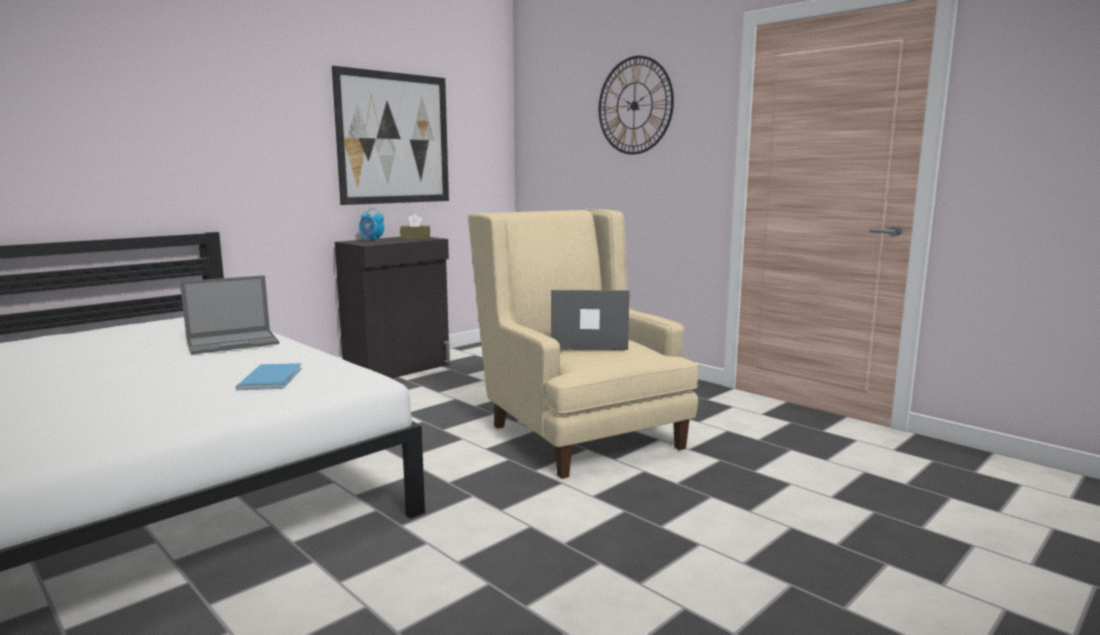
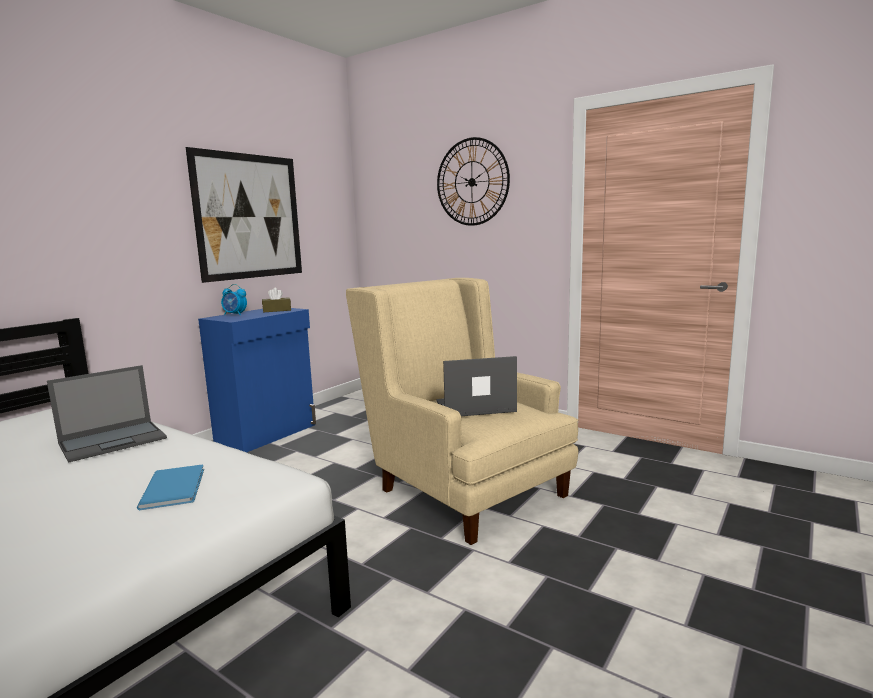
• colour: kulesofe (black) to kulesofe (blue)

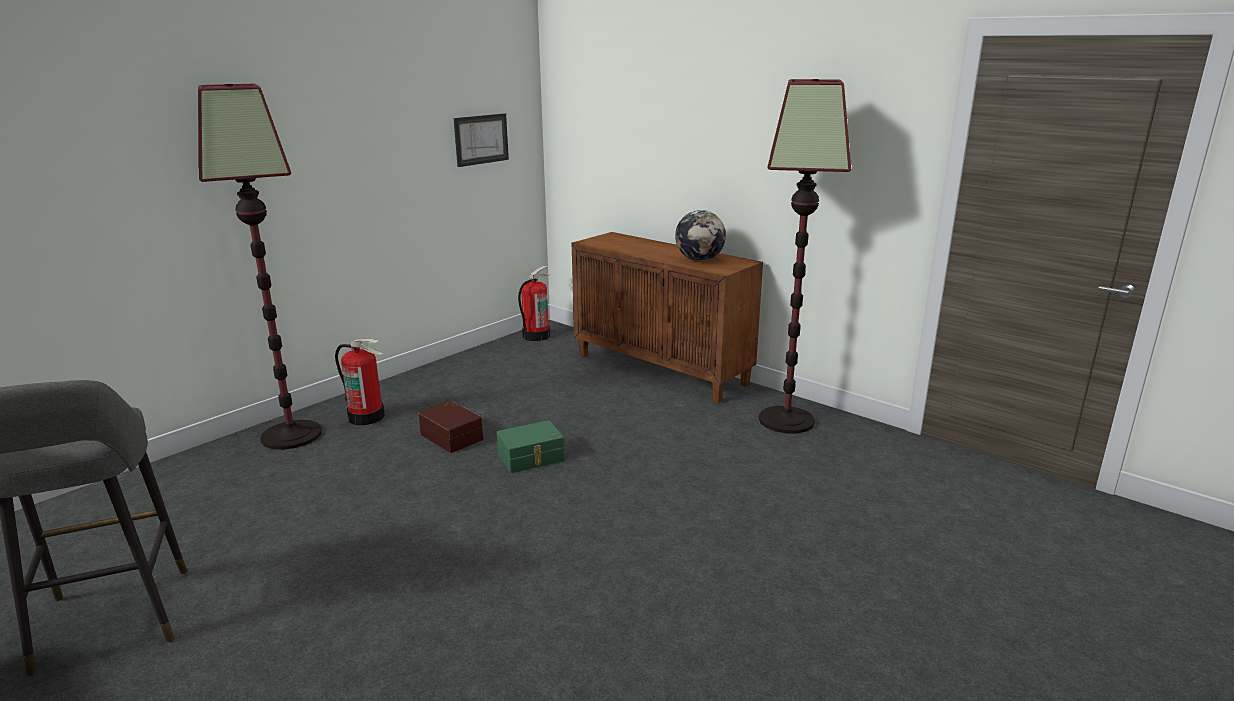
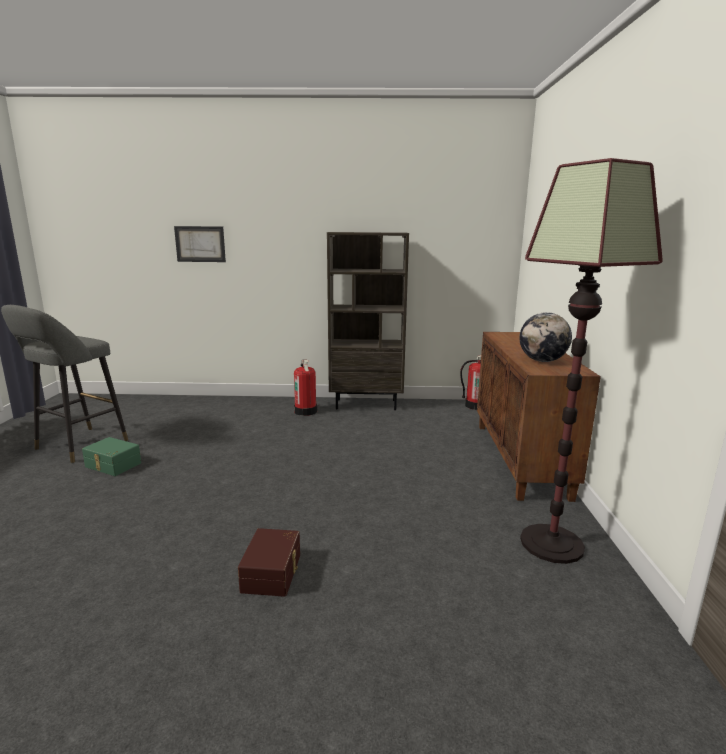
• missing: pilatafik (no. 1 from left)
• relocated: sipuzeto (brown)
• relocated: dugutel
• relocated: sipuzeto (green)
• appeared: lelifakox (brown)

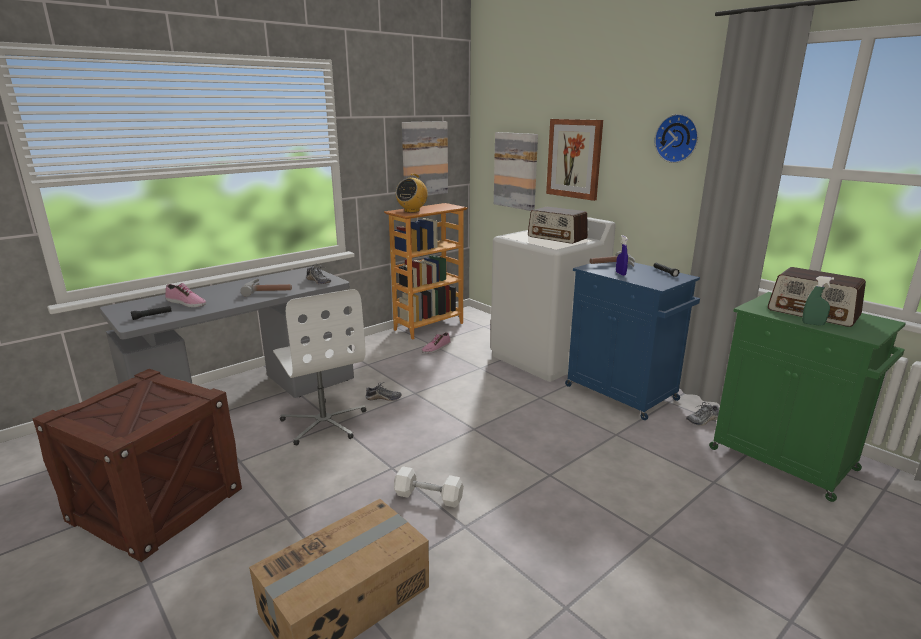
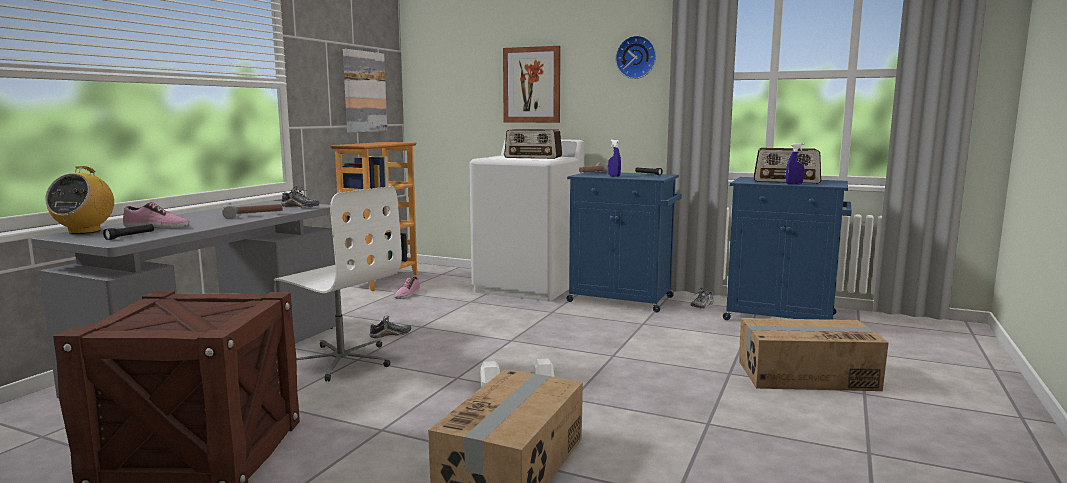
• relocated: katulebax (no. 1 from left)
• missing: dugutel (no. 2 from left)
• colour: kulesofe (green) to kulesofe (blue) (no. 2 from left)
• colour: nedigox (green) to nedigox (blue) (no. 2 from left)
• appeared: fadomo (no. 2 from left)

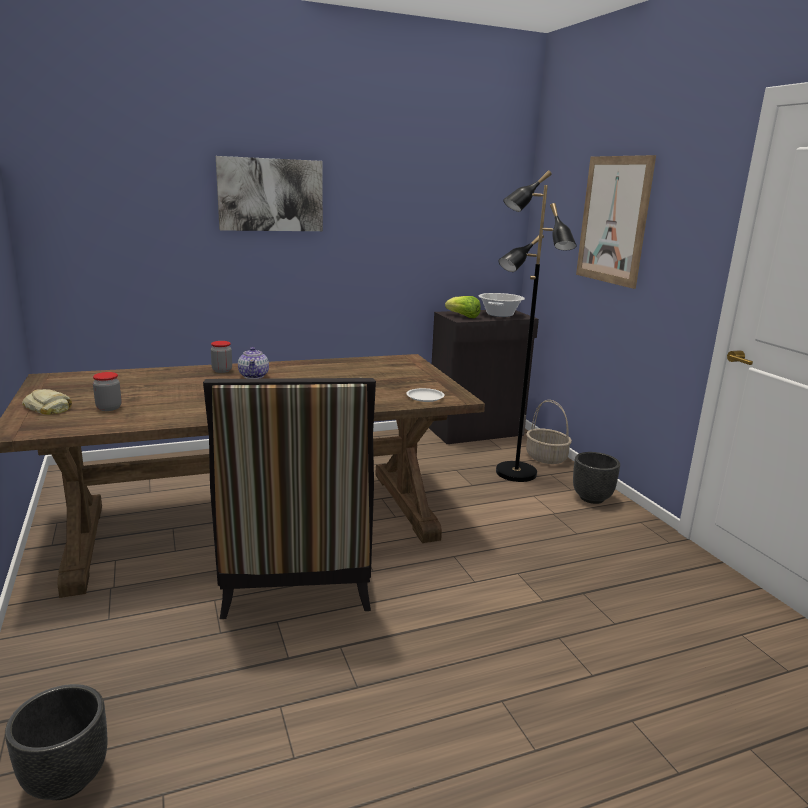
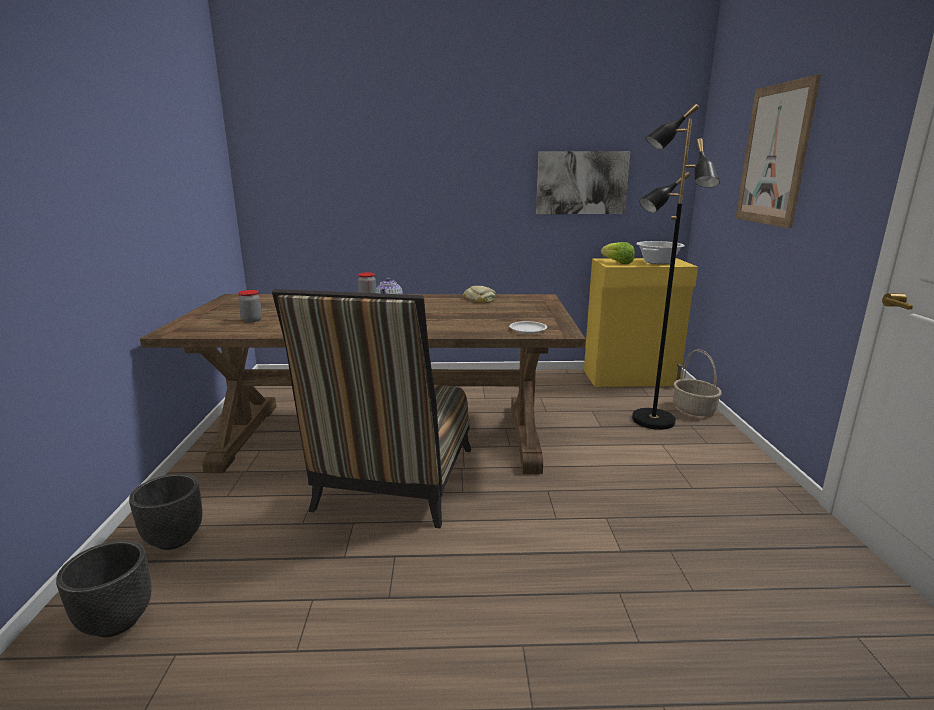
• relocated: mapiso
• relocated: dugutel (no. 1 from left)
• colour: kulesofe (black) to kulesofe (yellow)
• relocated: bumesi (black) (no. 2 from left)

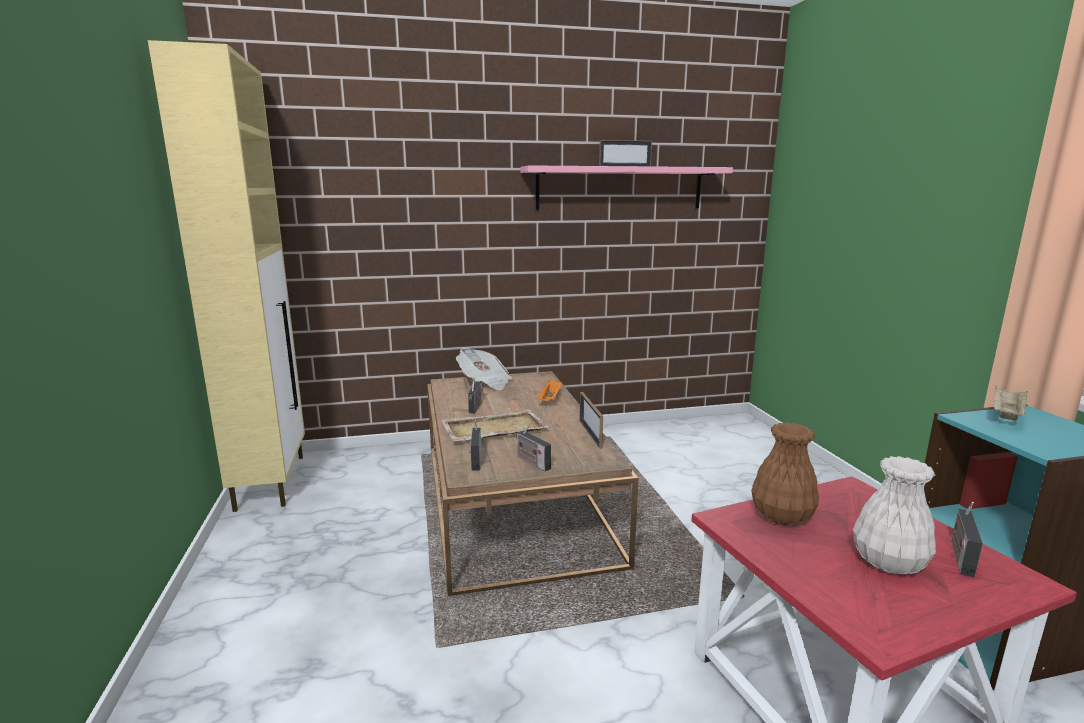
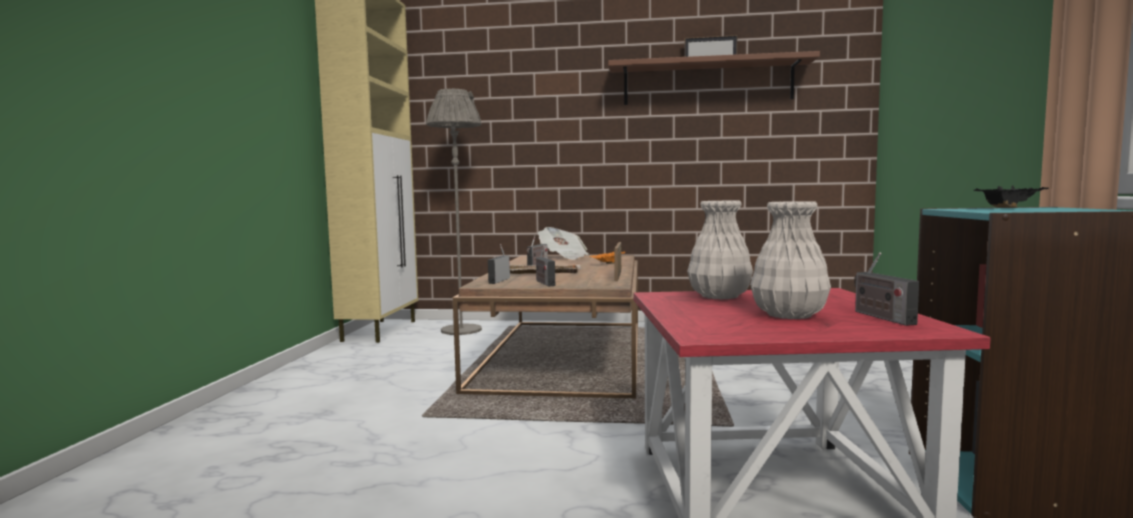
• colour: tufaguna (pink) to tufaguna (brown)
• colour: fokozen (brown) to fokozen (white) (no. 1 from left)
• spun: katulebax (no. 4 from left) 60 degrees counterclockwise
• colour: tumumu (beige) (no. 2 from left) to tumumu (black)
• appeared: pilatafik (grey)

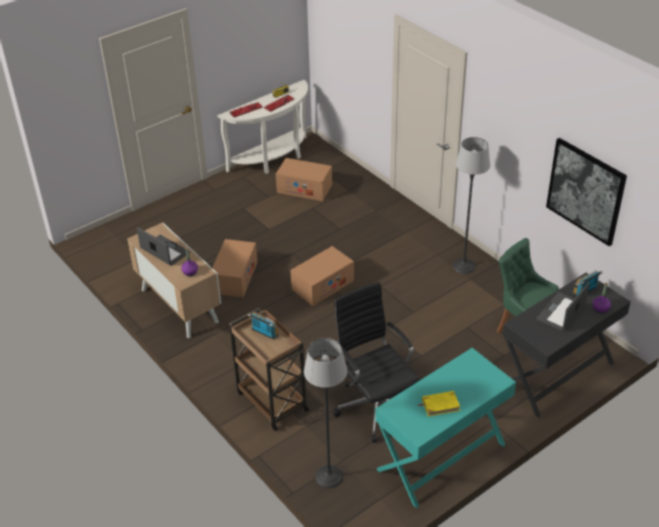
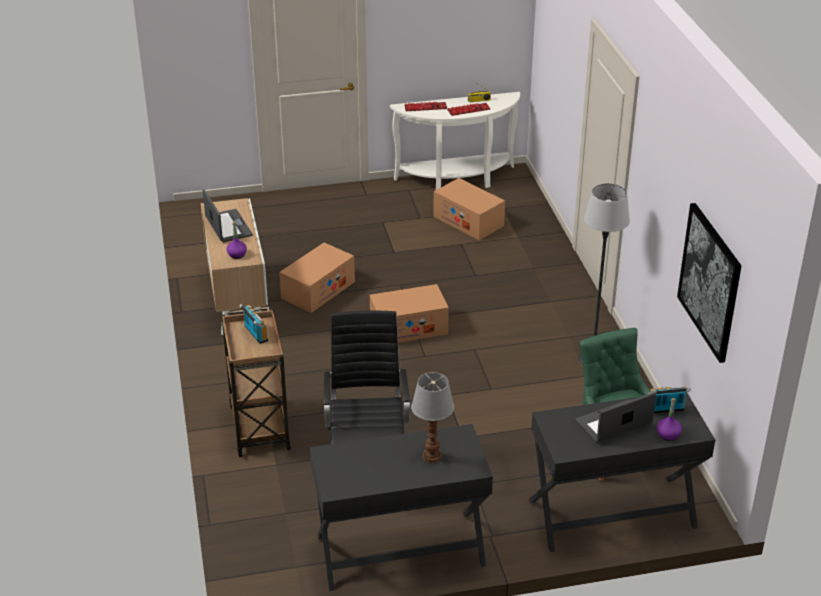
• missing: pilatafik (no. 1 from left)
• colour: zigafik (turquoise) to zigafik (black) (no. 1 from left)
• missing: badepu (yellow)
• appeared: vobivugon

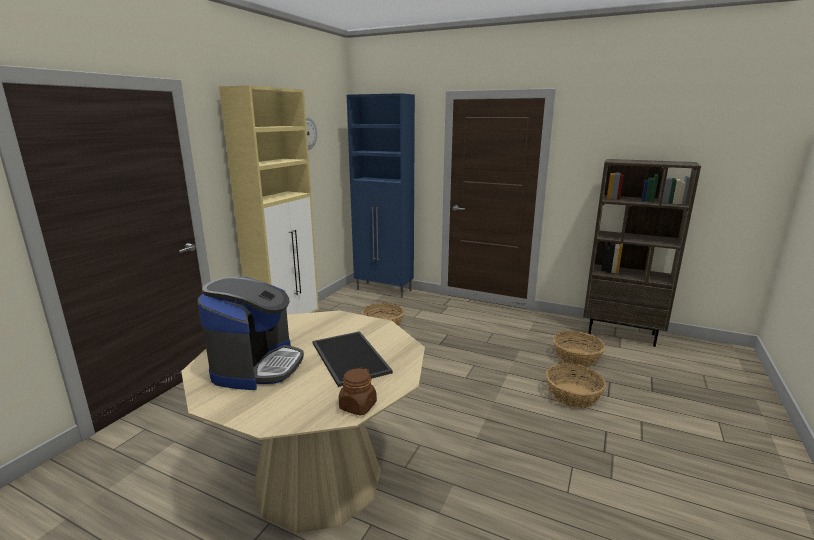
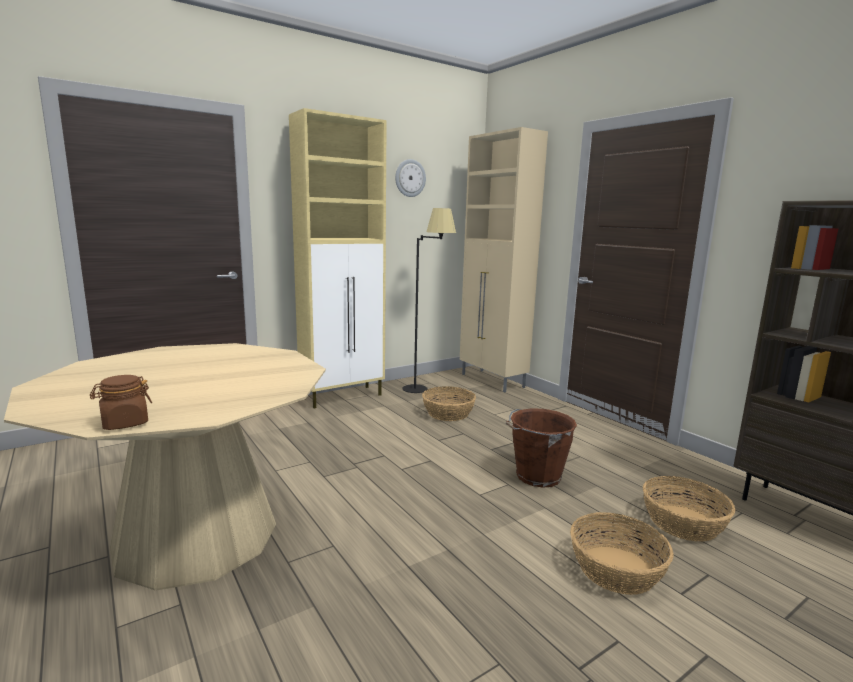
• missing: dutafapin
• missing: tumumu
• colour: kulesofe (blue) to kulesofe (beige) (no. 2 from left)
• appeared: pilatafik (black)
• appeared: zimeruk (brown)

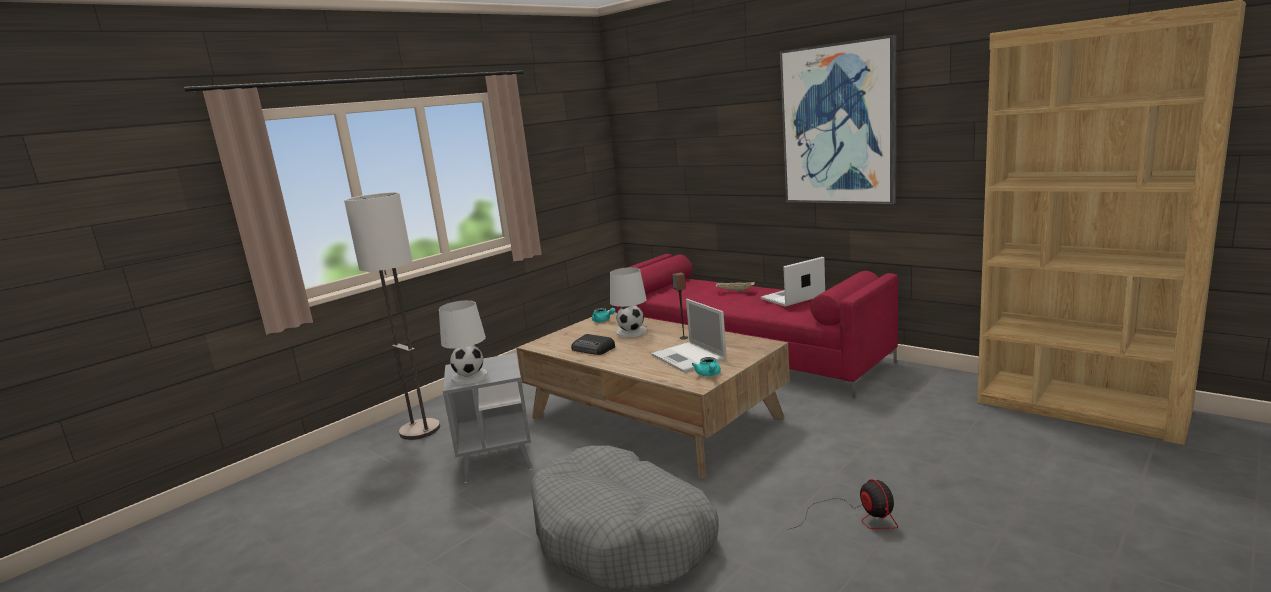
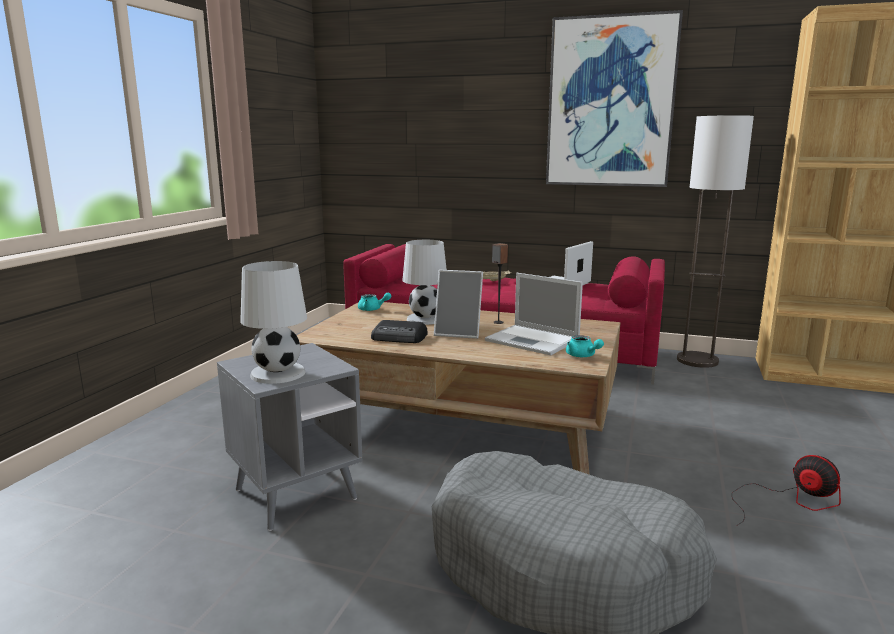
• relocated: pilatafik
• appeared: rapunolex

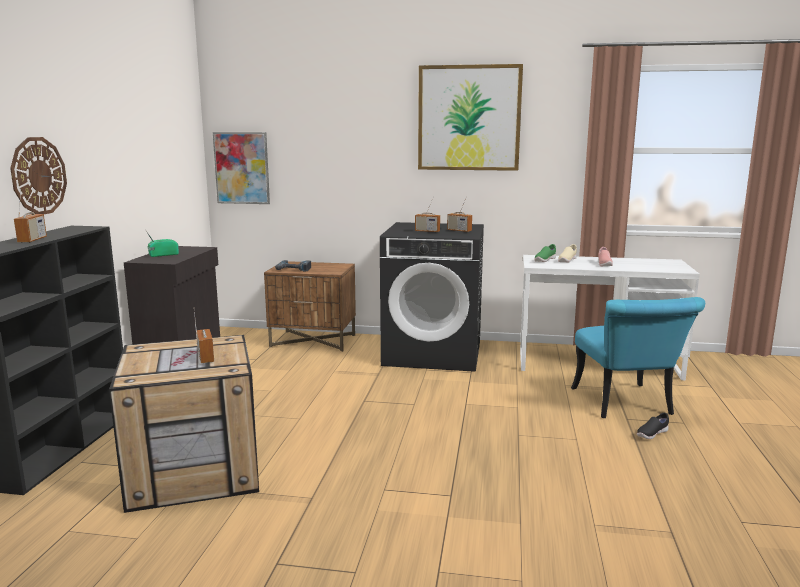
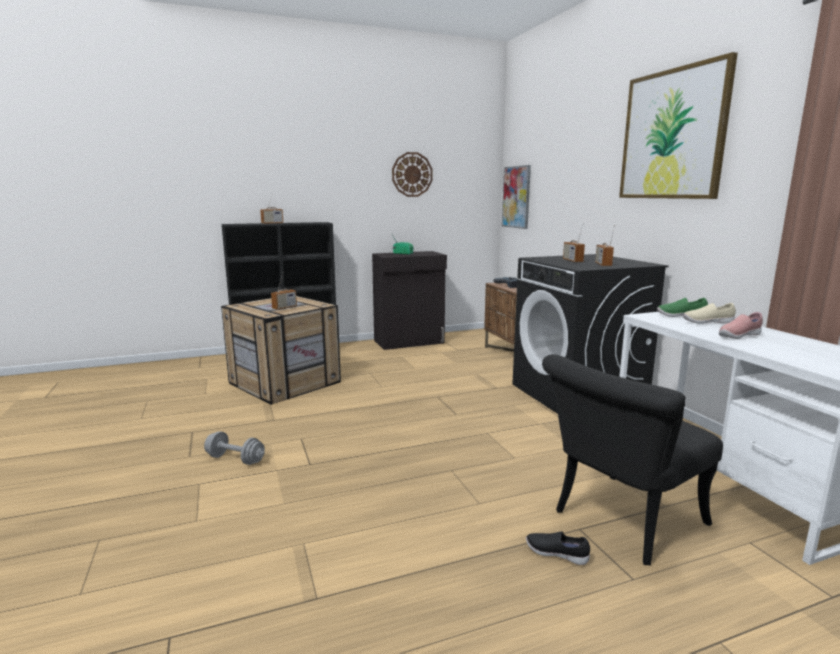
• relocated: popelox
• colour: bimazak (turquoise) to bimazak (black)
• appeared: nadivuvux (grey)

